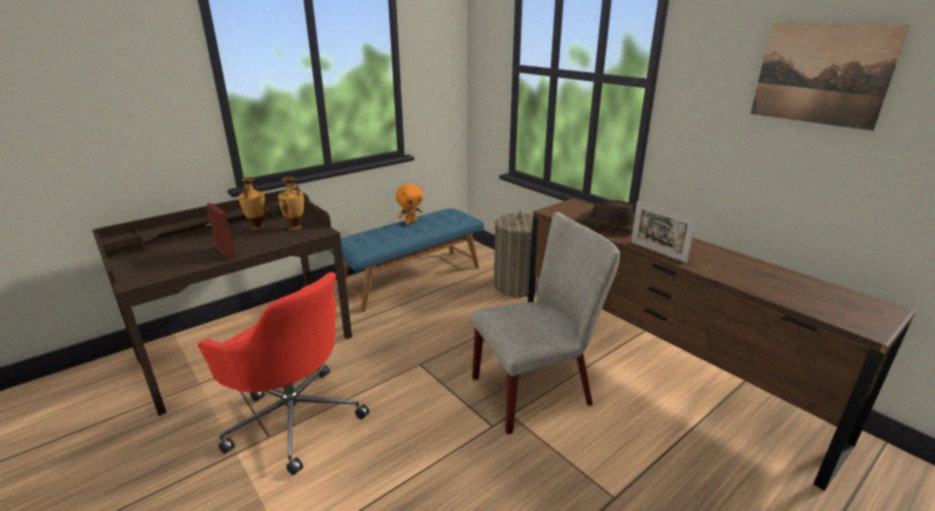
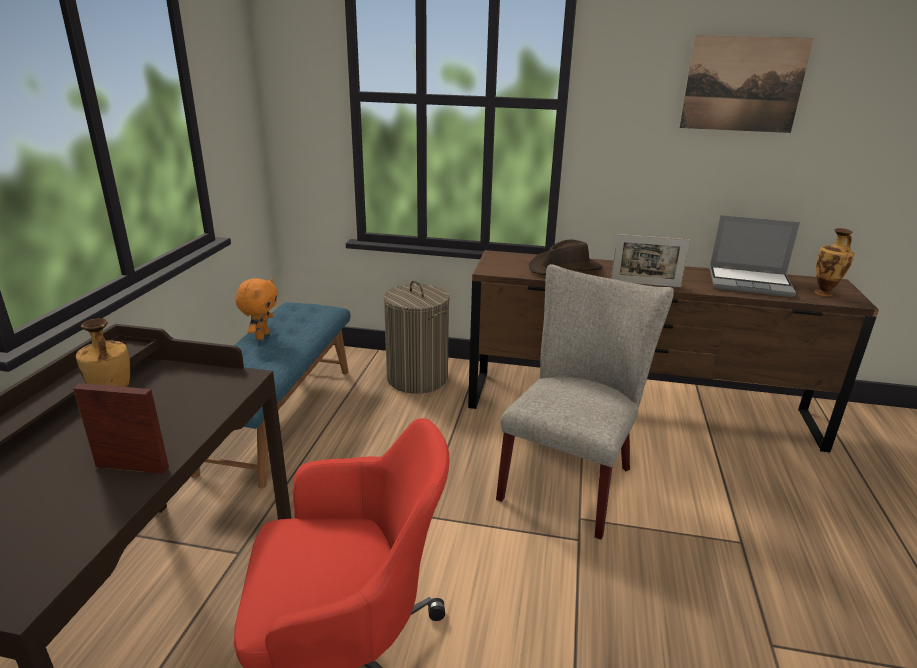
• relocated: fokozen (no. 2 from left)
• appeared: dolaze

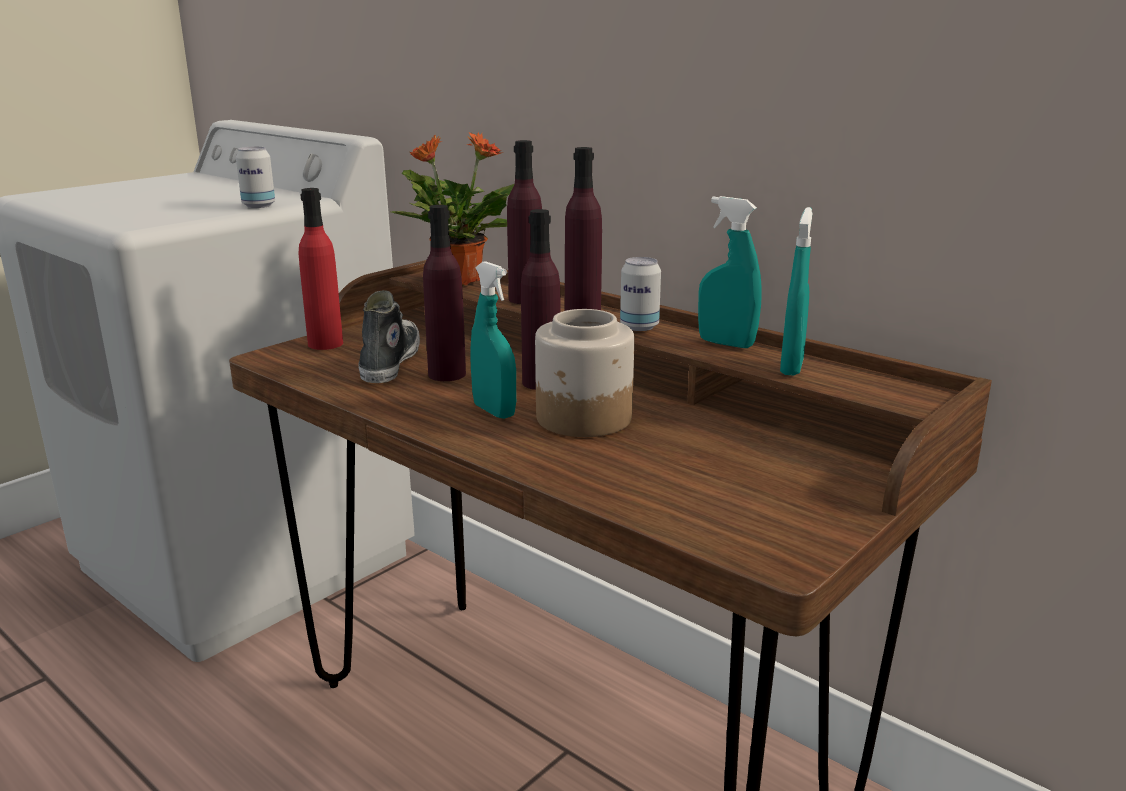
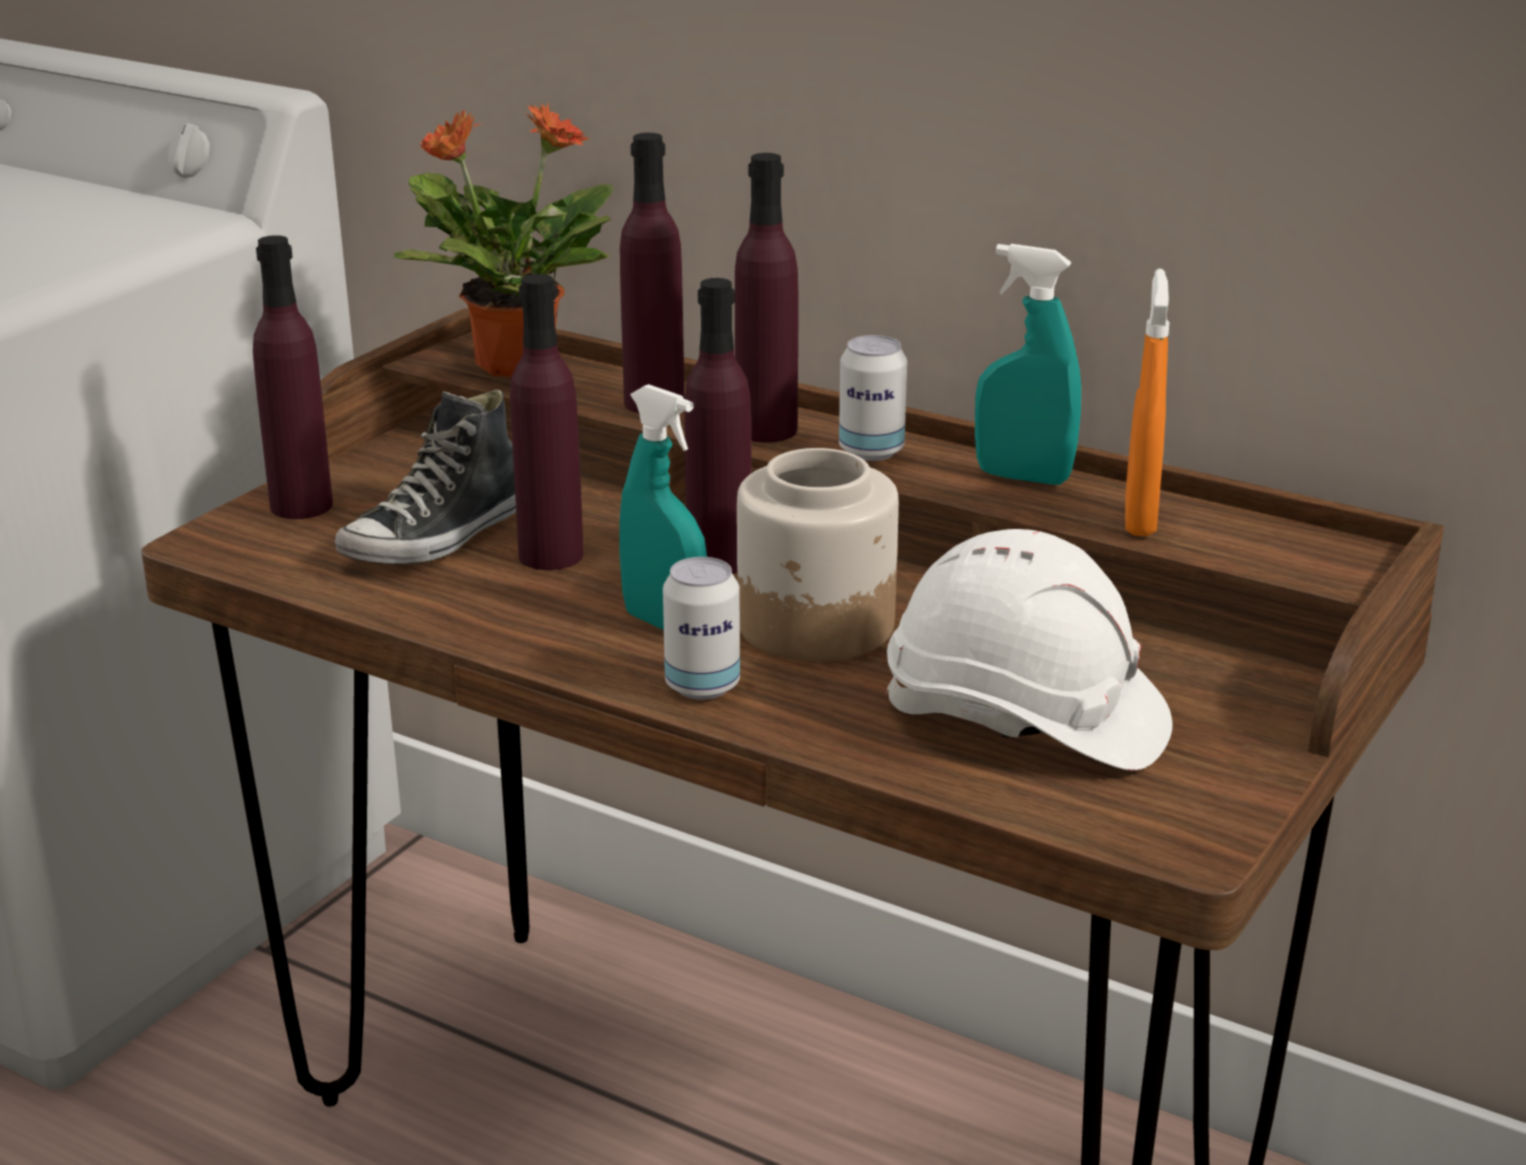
• relocated: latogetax (no. 1 from left)
• colour: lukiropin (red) to lukiropin (purple) (no. 1 from left)
• spun: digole 135 degrees counterclockwise
• colour: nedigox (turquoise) (no. 3 from left) to nedigox (orange)
• appeared: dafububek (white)

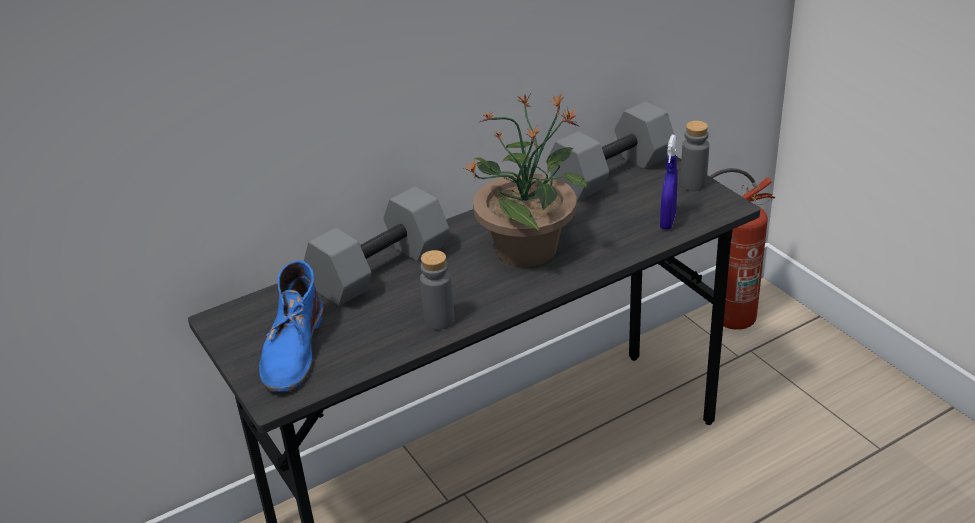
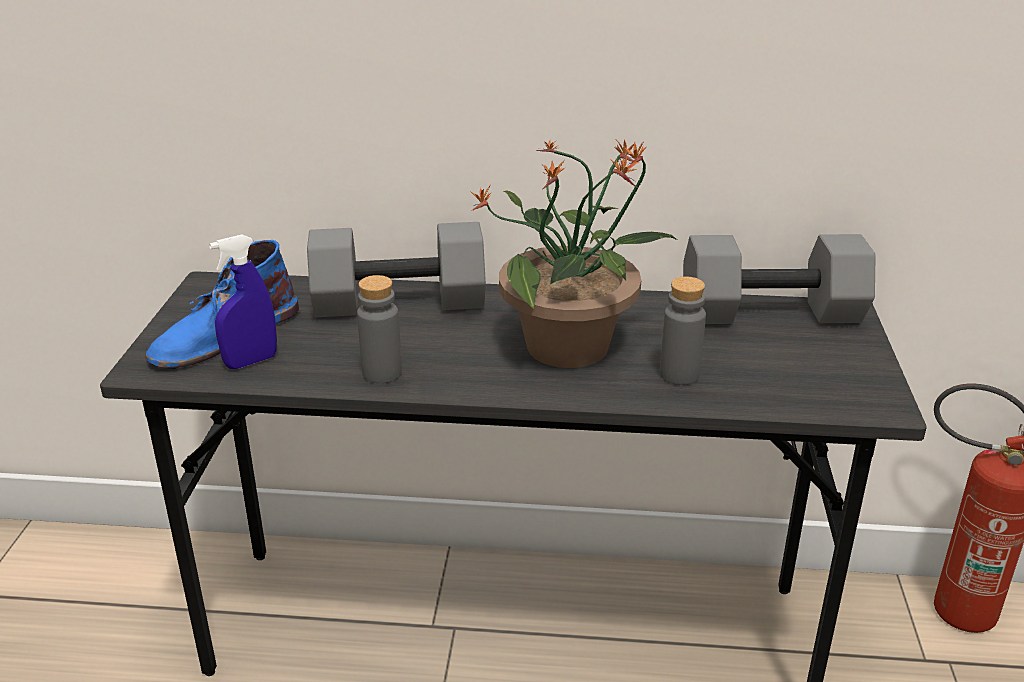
• relocated: nedigox (blue)
• relocated: lukiropin (grey) (no. 2 from left)

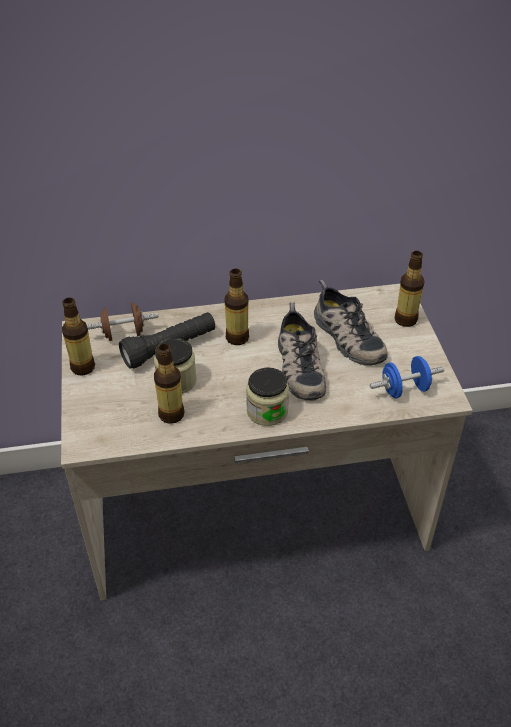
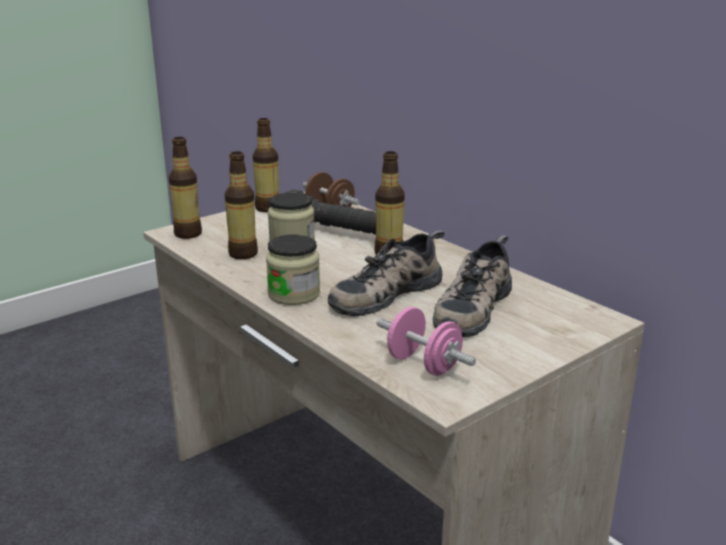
• colour: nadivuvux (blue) to nadivuvux (pink)
• relocated: lukiropin (no. 4 from left in the first image) to lukiropin (no. 1 from left)

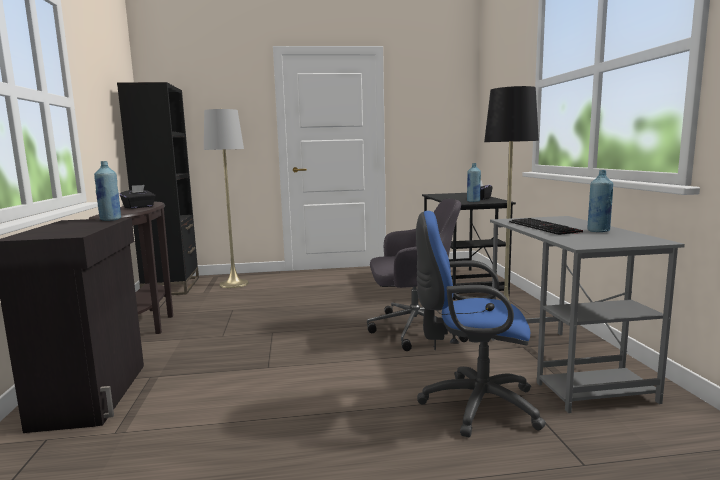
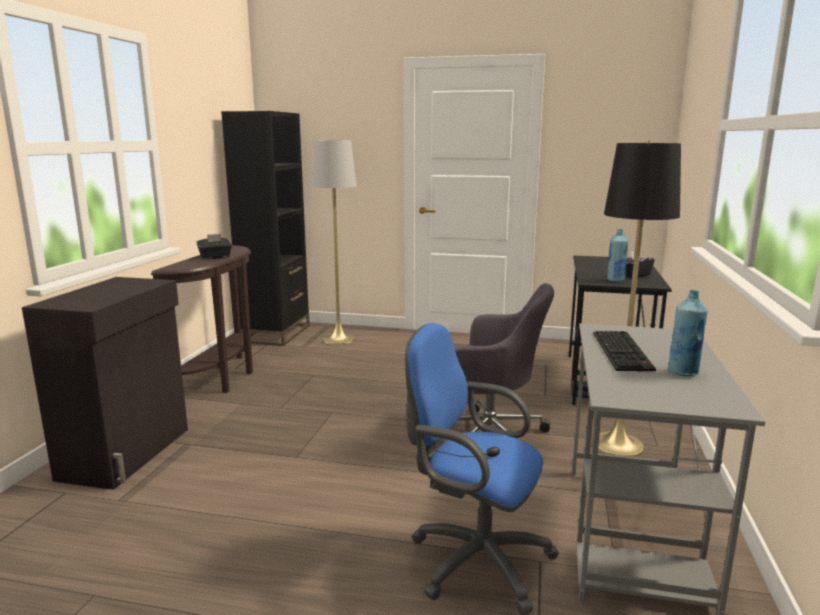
• missing: lukiropin (blue) (no. 1 from left)

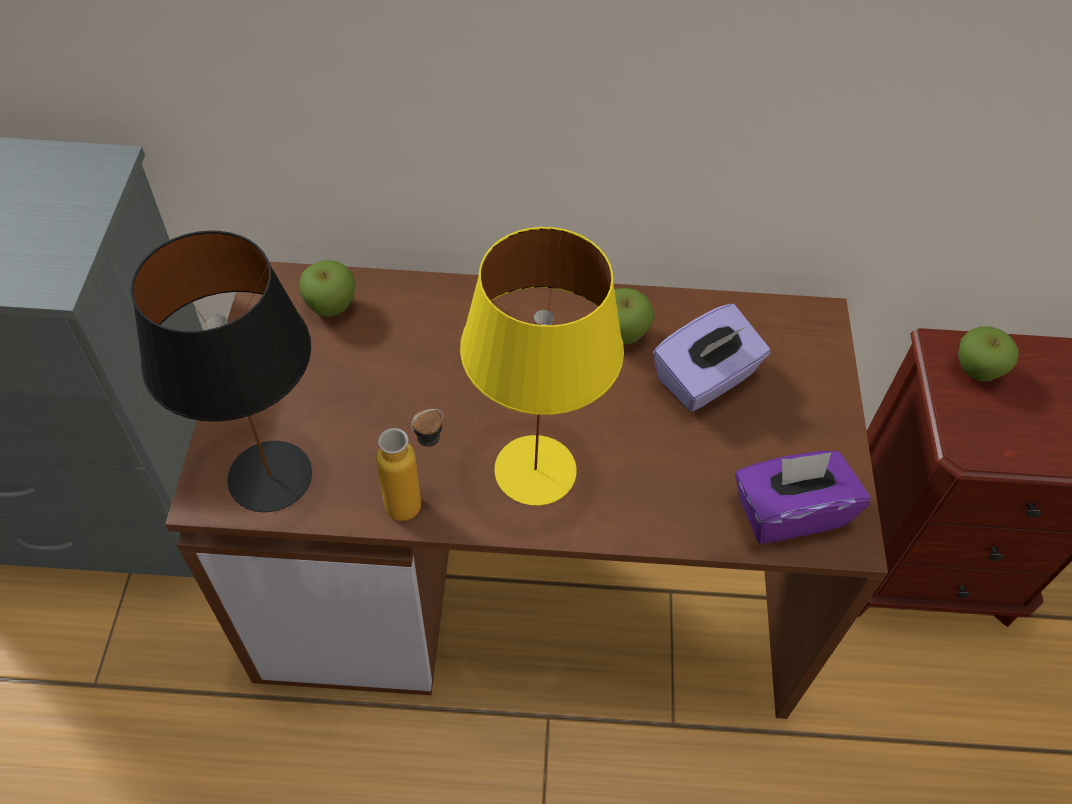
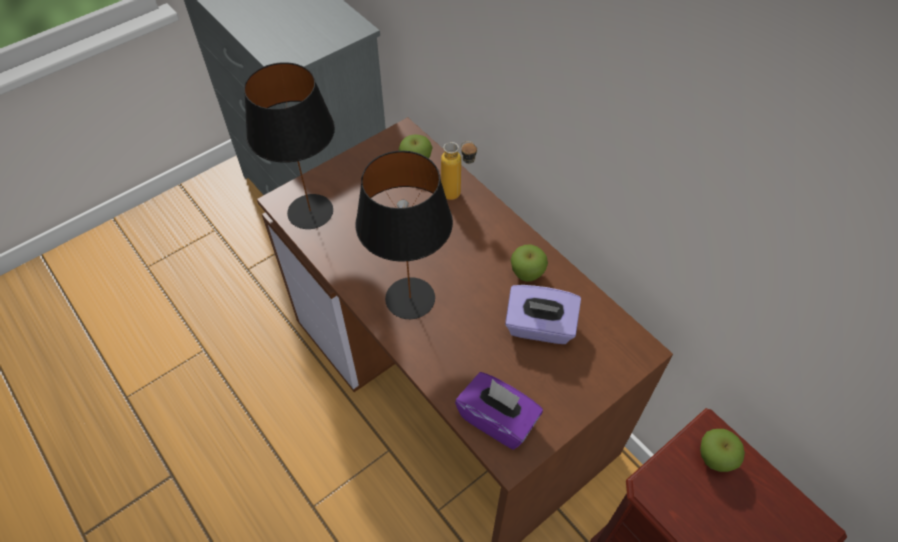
• relocated: lukiropin
• colour: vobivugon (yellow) to vobivugon (black) (no. 2 from left)

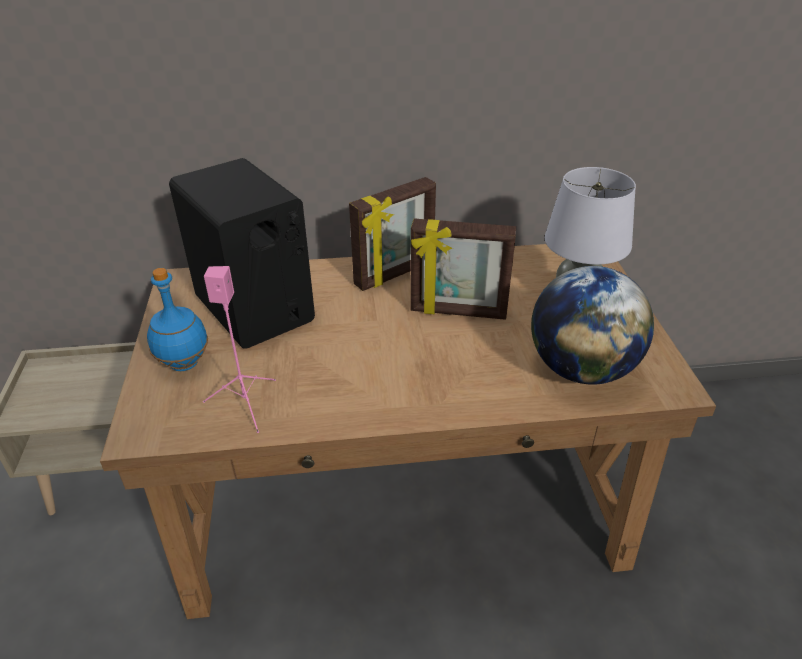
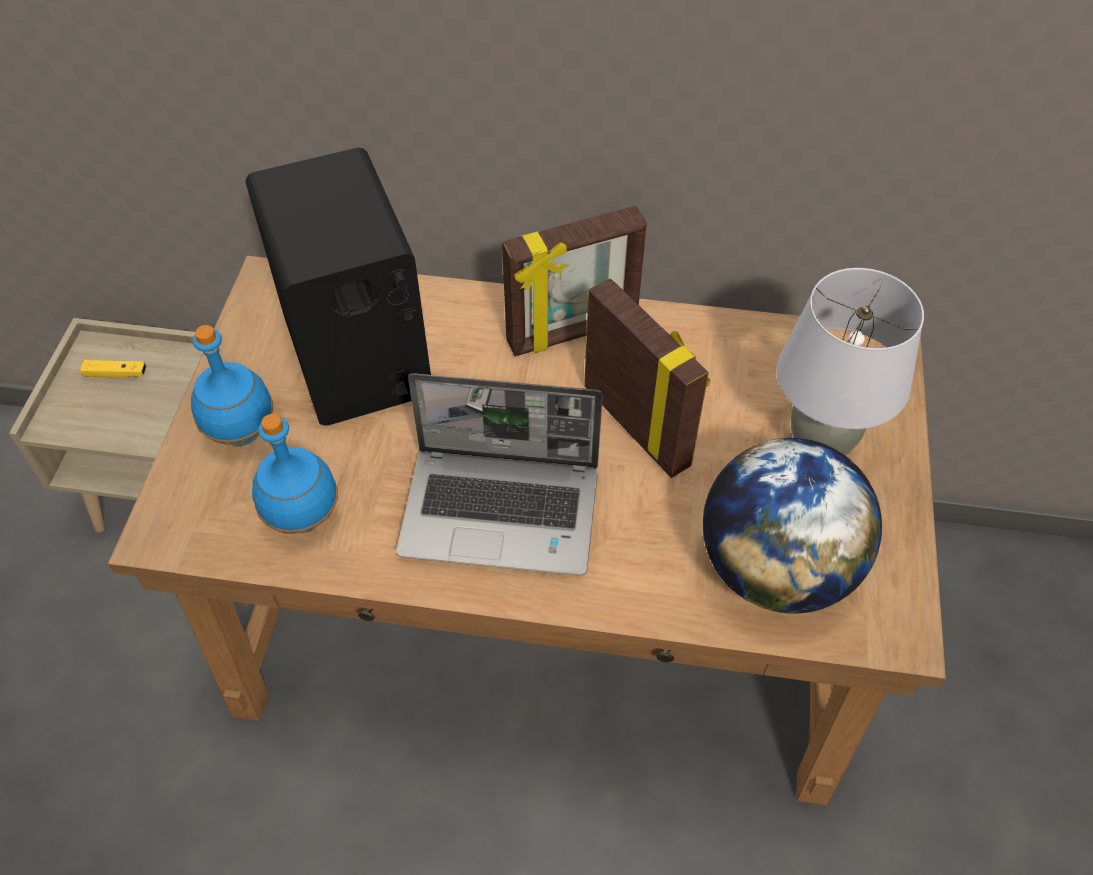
• exchanged: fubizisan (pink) to lukiropin (blue) (no. 2 from left)
• spun: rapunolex (no. 2 from left) 150 degrees counterclockwise
• appeared: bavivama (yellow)
• appeared: dolaze

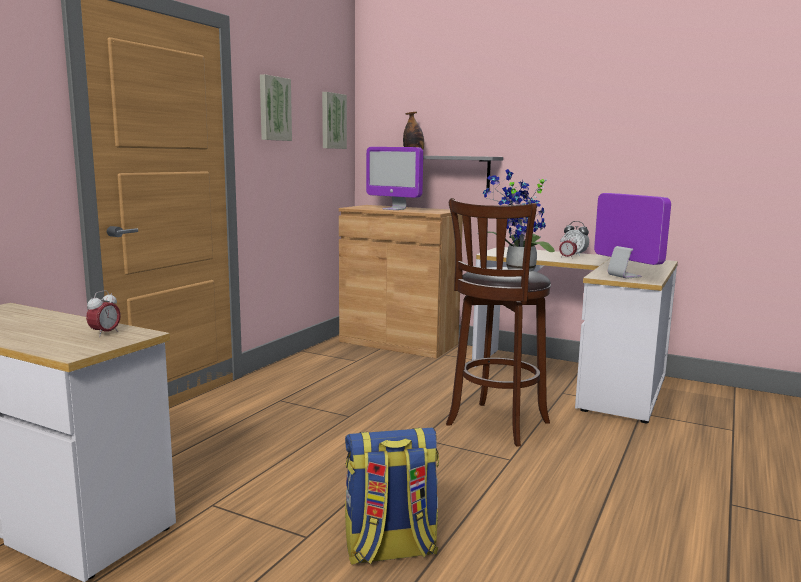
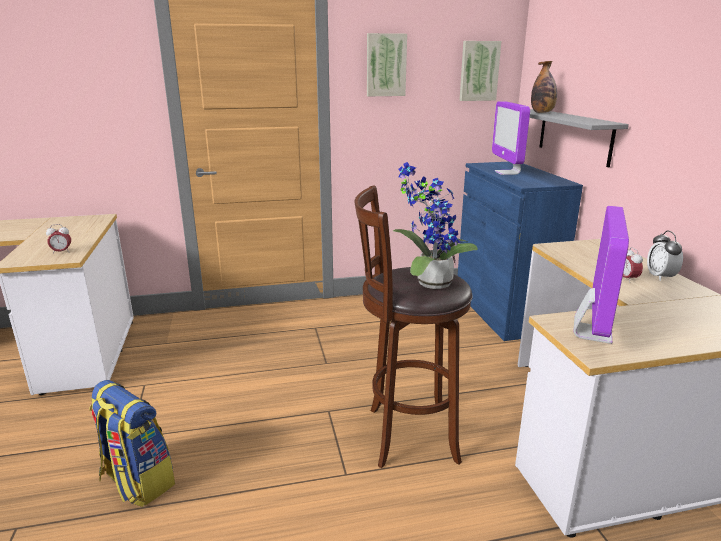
• colour: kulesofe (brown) to kulesofe (blue)

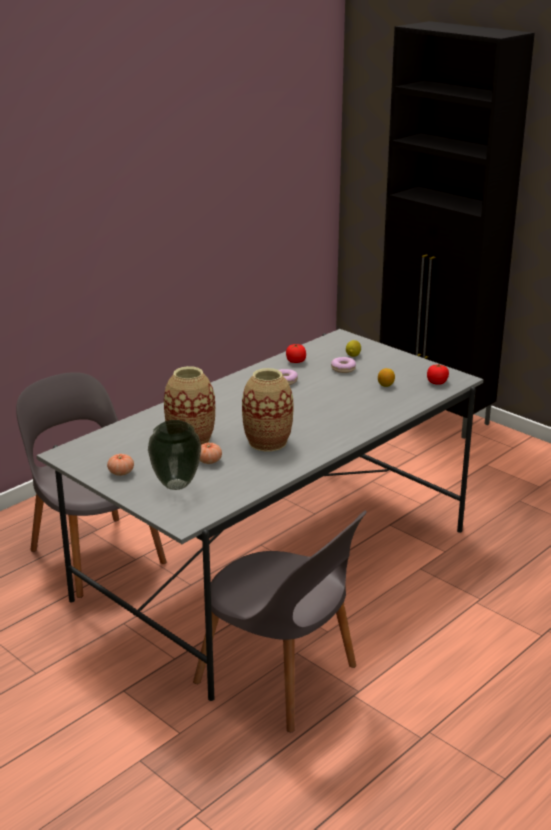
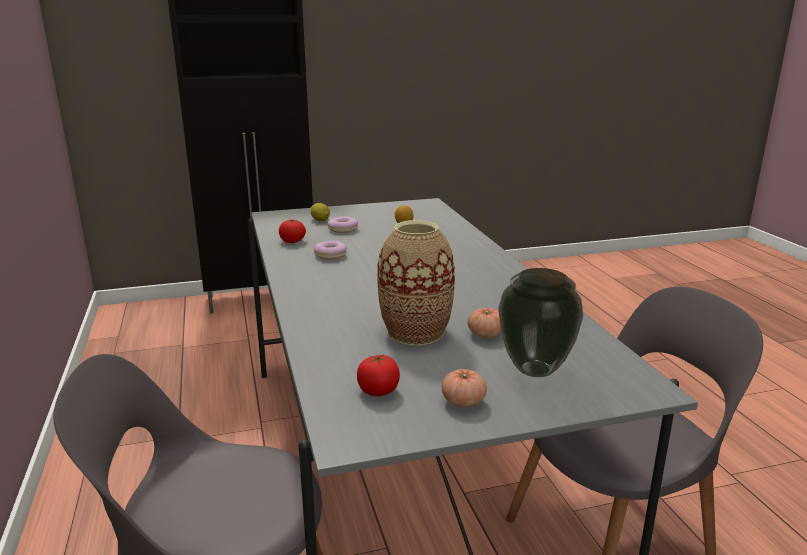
• missing: fokozen (no. 3 from left)
• relocated: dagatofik (no. 4 from left in the first image) to dagatofik (no. 2 from left)

